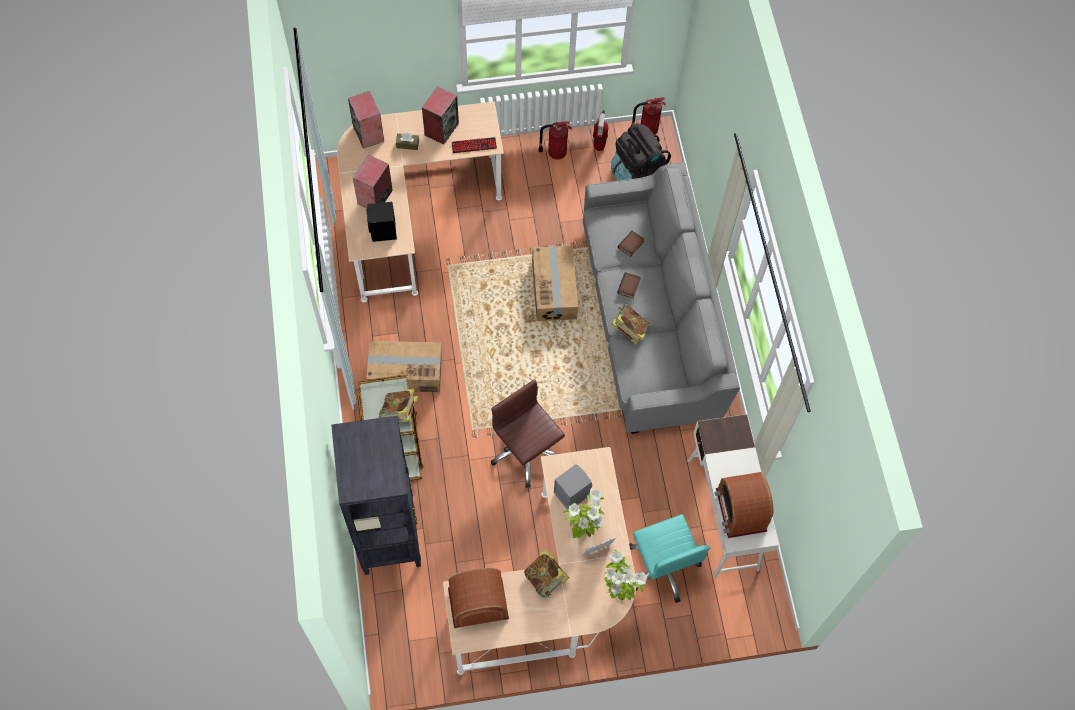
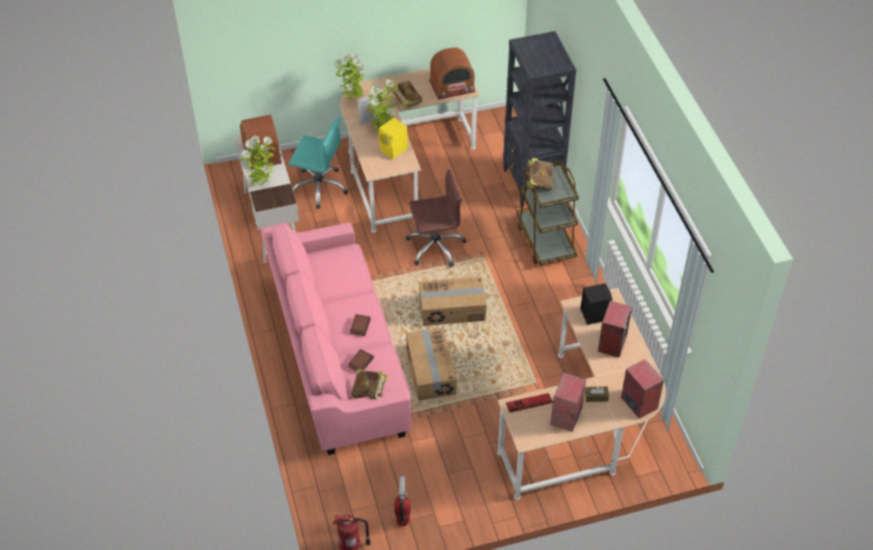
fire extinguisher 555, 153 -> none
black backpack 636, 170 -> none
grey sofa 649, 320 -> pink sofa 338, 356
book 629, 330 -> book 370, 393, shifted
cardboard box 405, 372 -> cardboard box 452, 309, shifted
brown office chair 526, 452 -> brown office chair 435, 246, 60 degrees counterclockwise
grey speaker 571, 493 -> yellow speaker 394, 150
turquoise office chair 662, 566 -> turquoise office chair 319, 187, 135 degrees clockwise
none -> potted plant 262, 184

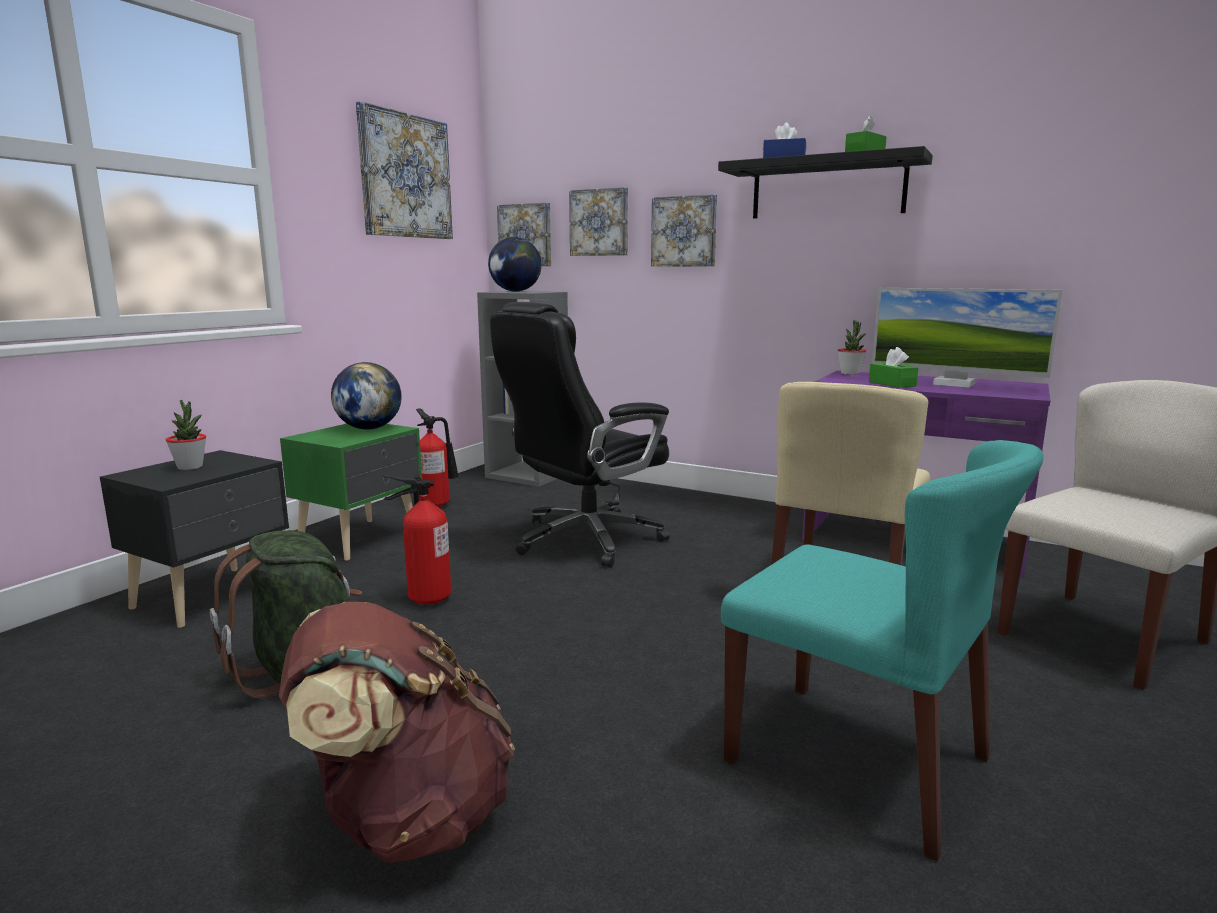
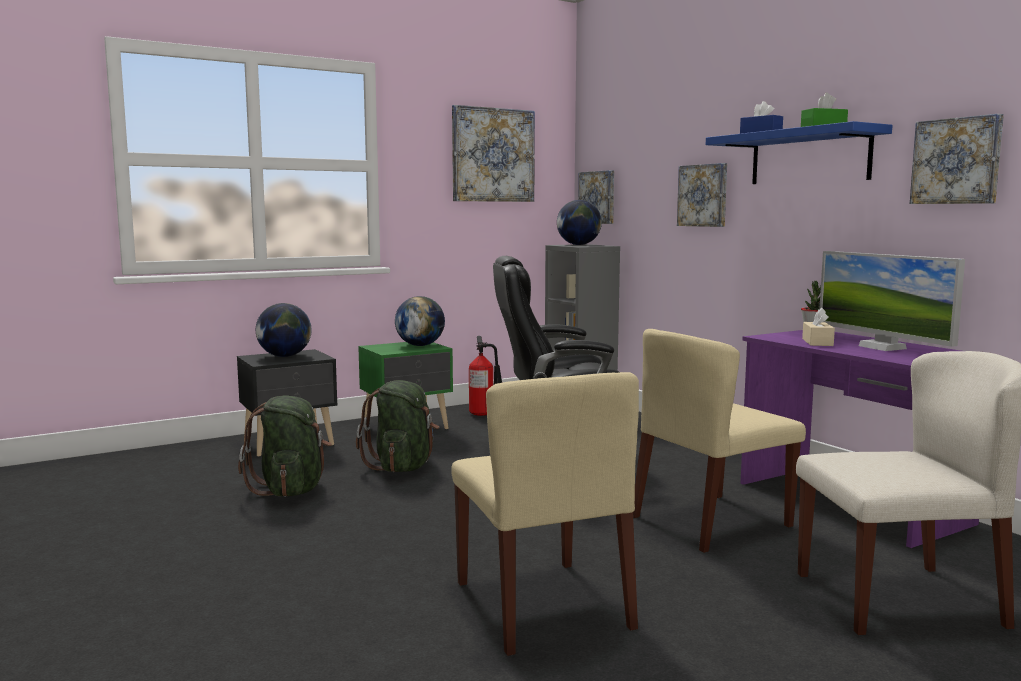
black shelf 827, 189 -> blue shelf 809, 157
picture 600, 222 -> picture 957, 161, shifted
green tissue box 892, 384 -> beige tissue box 817, 342
potted plant 190, 467 -> globe 284, 356
turquoise chair 859, 760 -> beige chair 543, 605
fire extinguisher 426, 598 -> green backpack 402, 467
brown backpack 406, 817 -> none

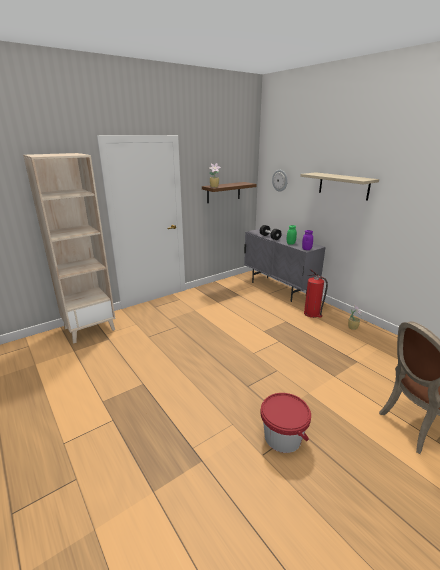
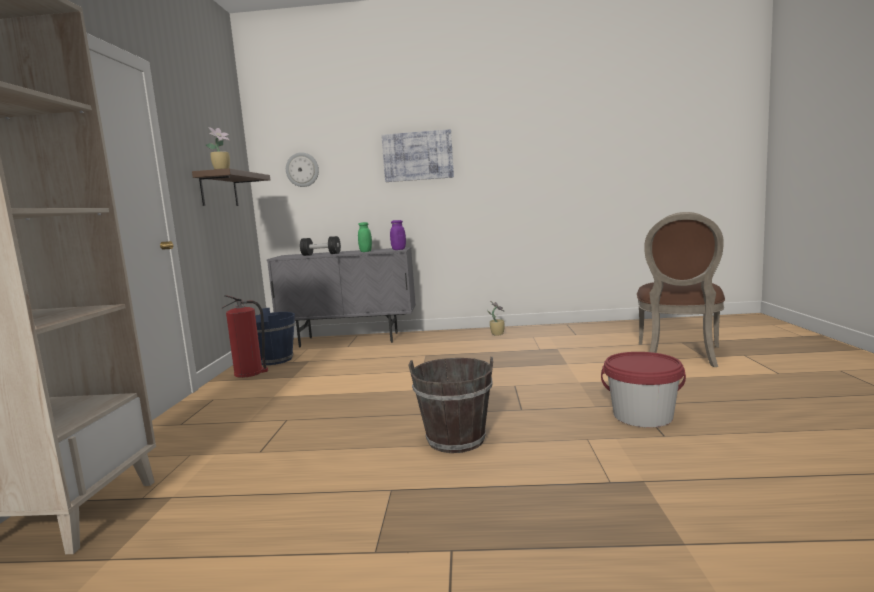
shelf 343, 186 -> picture 418, 156
fire extinguisher 312, 314 -> fire extinguisher 249, 373, shifted
none -> blue bucket 275, 360
none -> brown bucket 456, 440

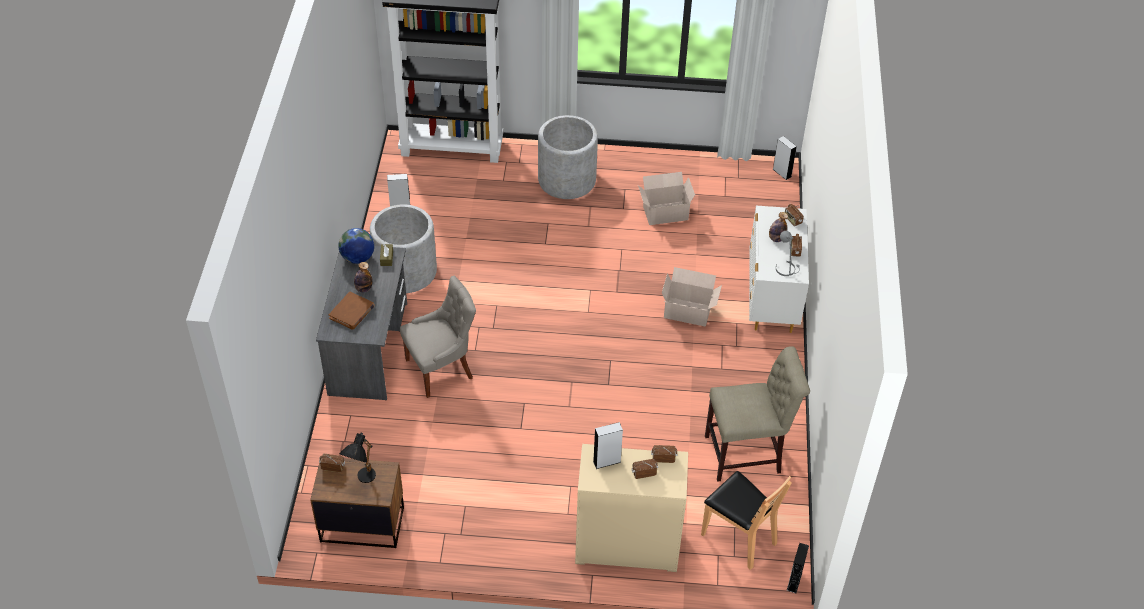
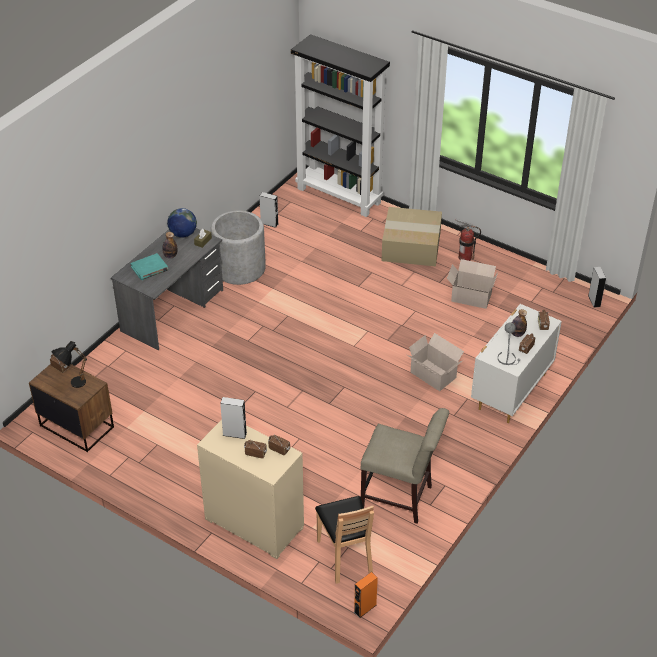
grey planter 566, 180 -> cardboard box 410, 247
grey chair 441, 369 -> none
brown book 352, 312 -> turquoise book 149, 268
black speaker 794, 581 -> orange speaker 365, 608
none -> fire extinguisher 465, 257

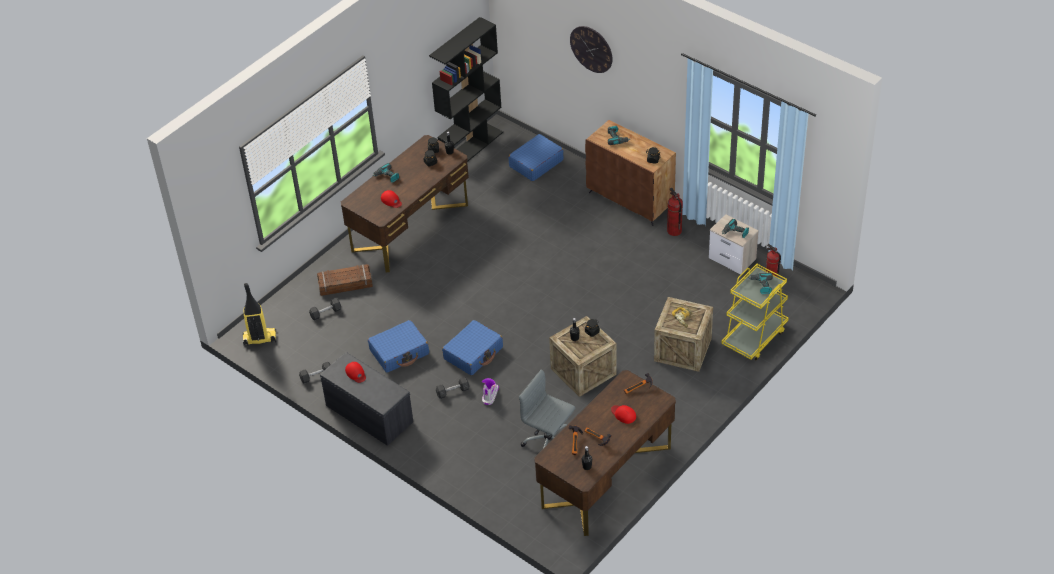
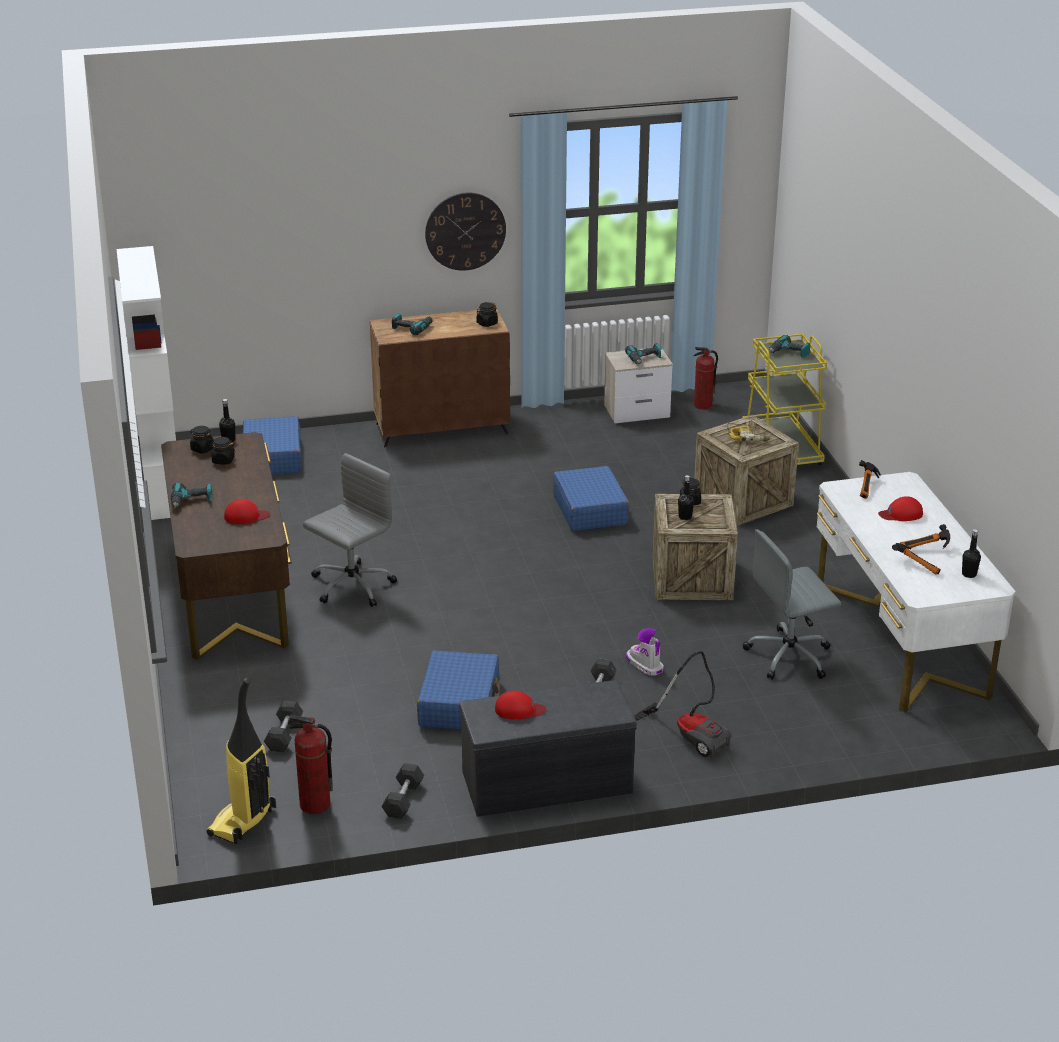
black bookcase 471, 147 -> white bookcase 162, 486
wall clock 591, 49 -> wall clock 465, 231, shifted
fire extinguisher 674, 231 -> fire extinguisher 315, 804, shifted
crate 345, 284 -> none
blue suitcase 473, 353 -> blue suitcase 590, 510, shifted
brown desk 606, 476 -> white desk 900, 639
none -> grey office chair 351, 586
none -> vacuum cleaner 691, 734

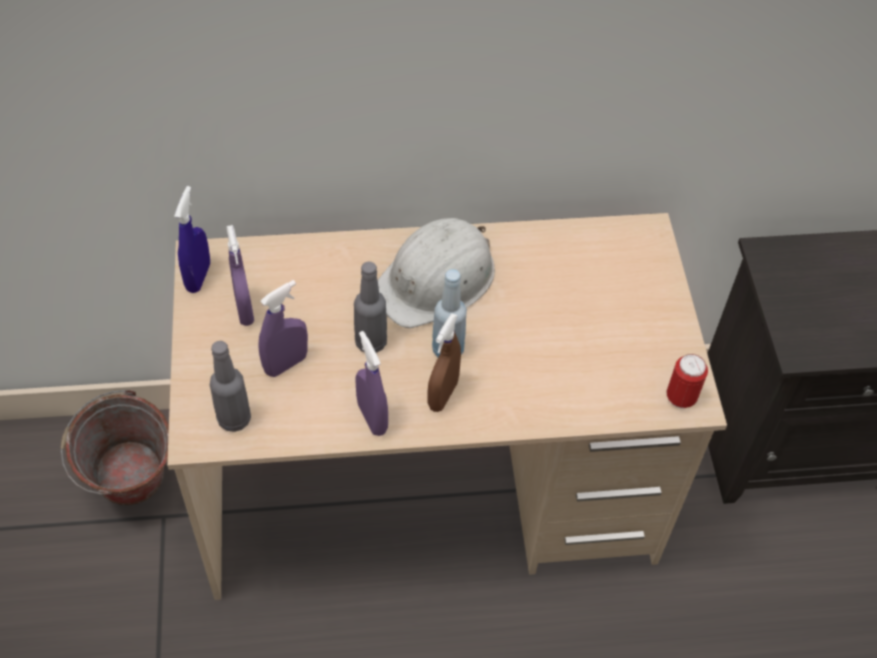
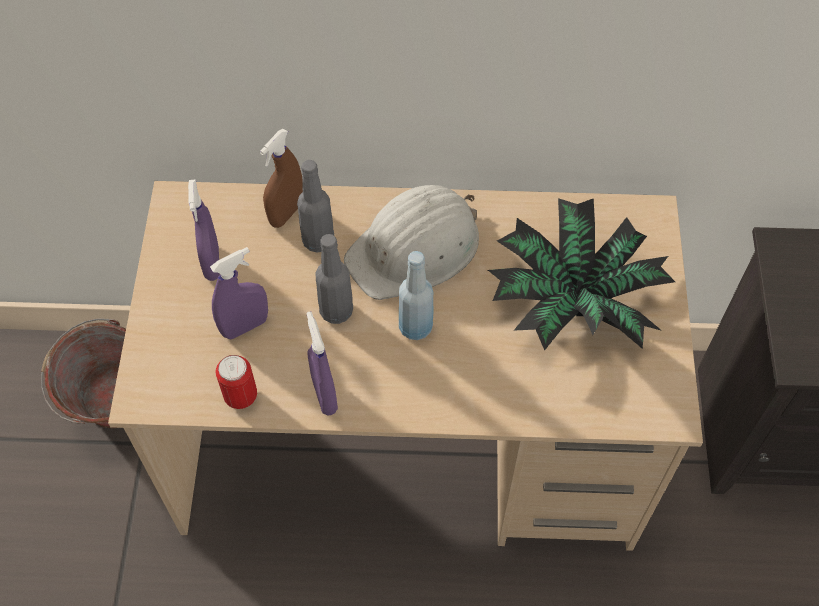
blue spray bottle 198, 277 -> none
brown spray bottle 443, 395 -> brown spray bottle 286, 213, shifted
grey bottle 234, 419 -> grey bottle 318, 241, shifted
can 680, 398 -> can 241, 396, shifted
none -> potted plant 573, 301

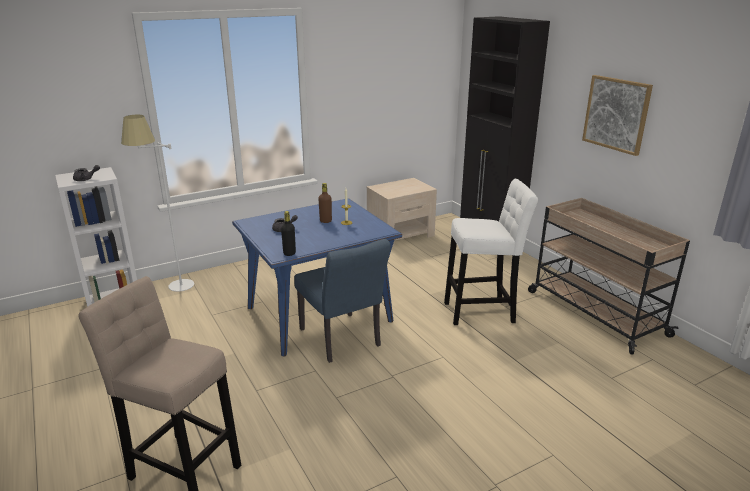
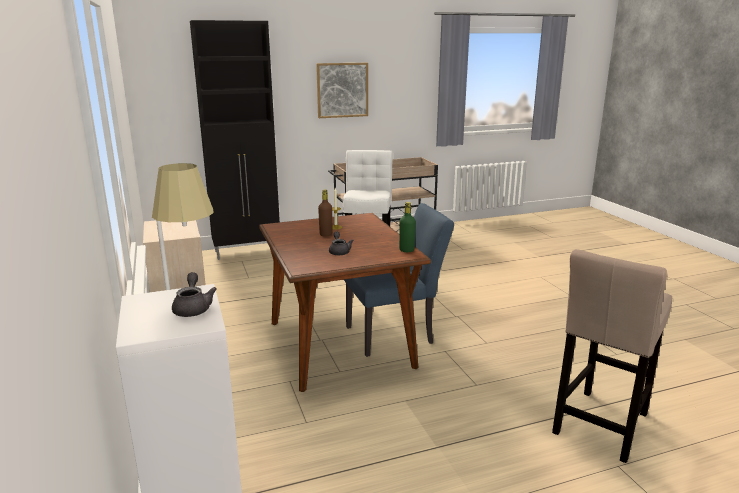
blue dining table 319, 314 -> brown dining table 339, 344
black bottle 289, 253 -> green bottle 406, 250

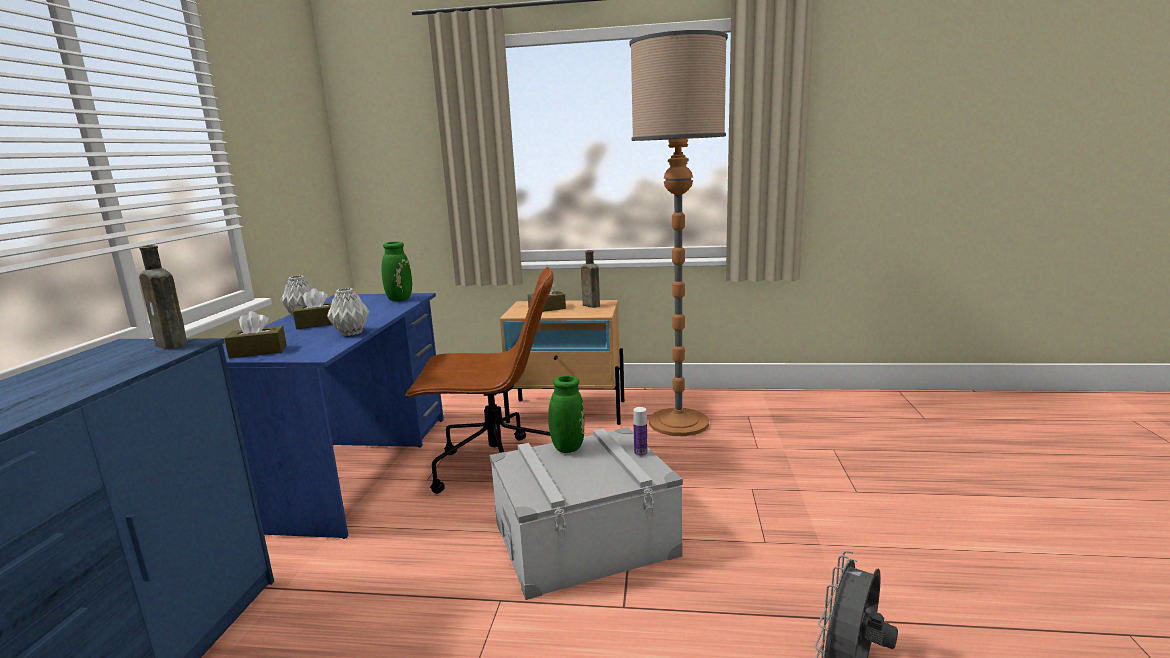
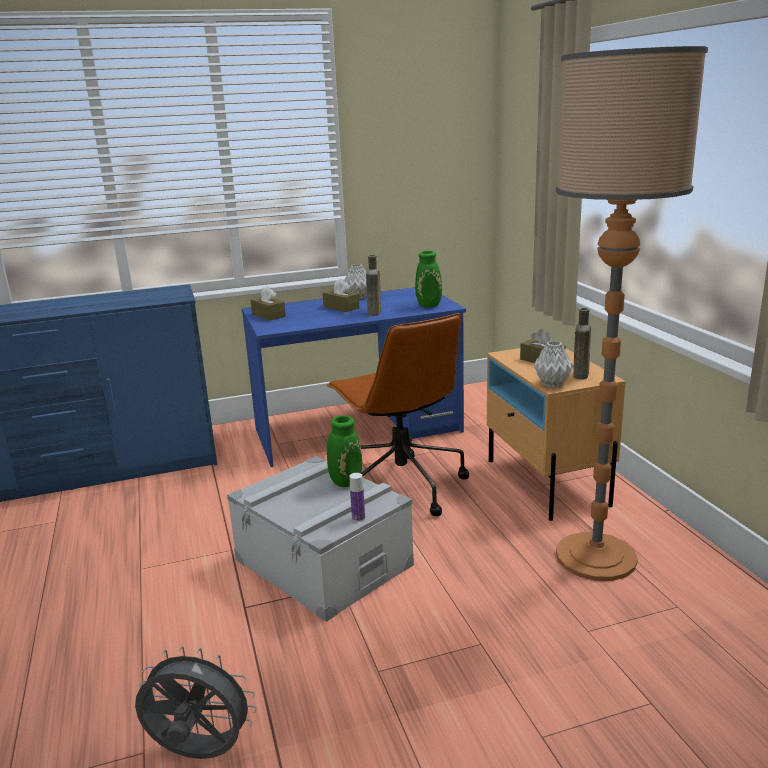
brown bottle 173, 345 -> brown bottle 374, 313, shifted
grey vase 351, 333 -> grey vase 552, 383, shifted

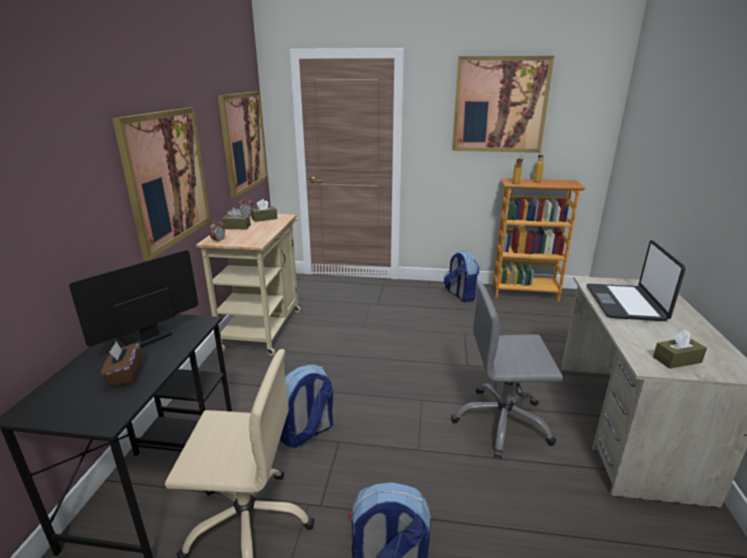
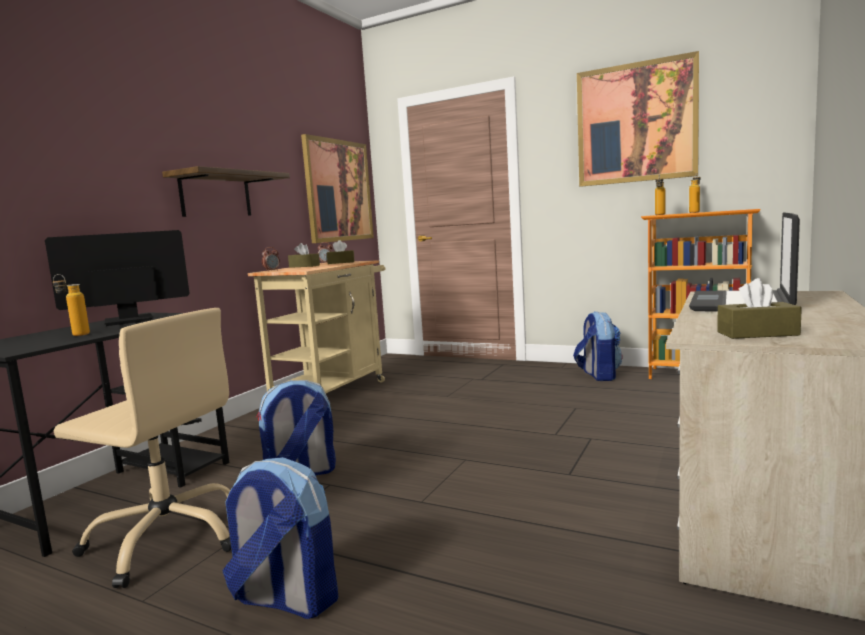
picture 167, 178 -> shelf 216, 195
grey office chair 502, 422 -> none
brown tissue box 125, 375 -> bottle 75, 335

